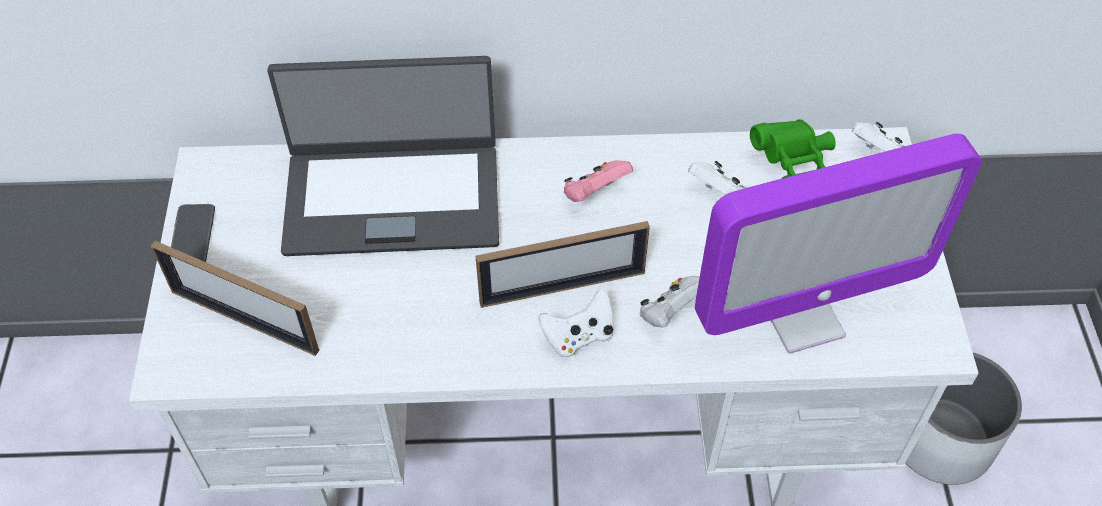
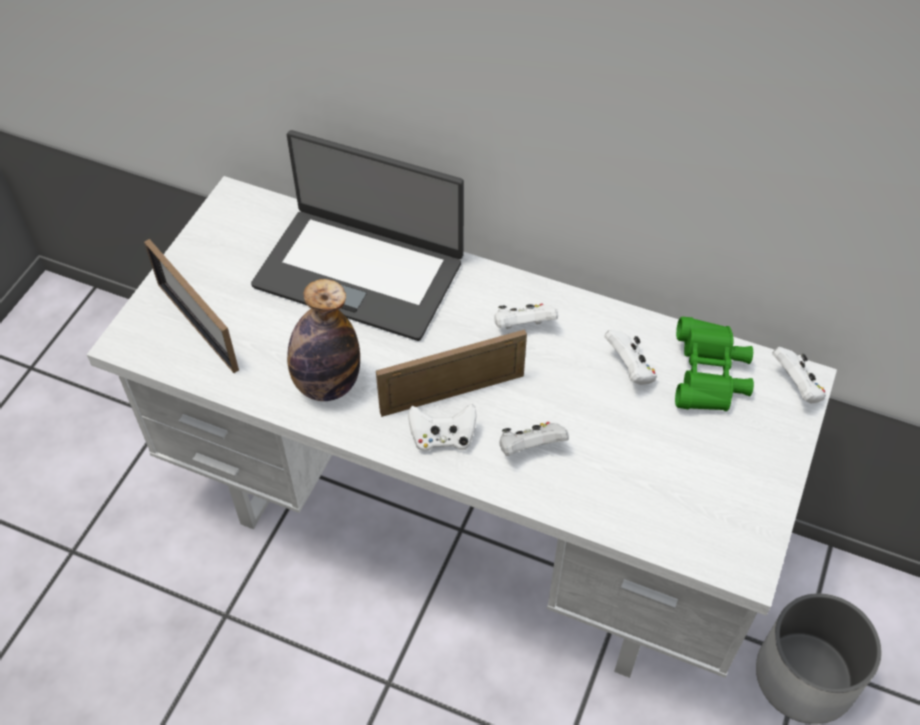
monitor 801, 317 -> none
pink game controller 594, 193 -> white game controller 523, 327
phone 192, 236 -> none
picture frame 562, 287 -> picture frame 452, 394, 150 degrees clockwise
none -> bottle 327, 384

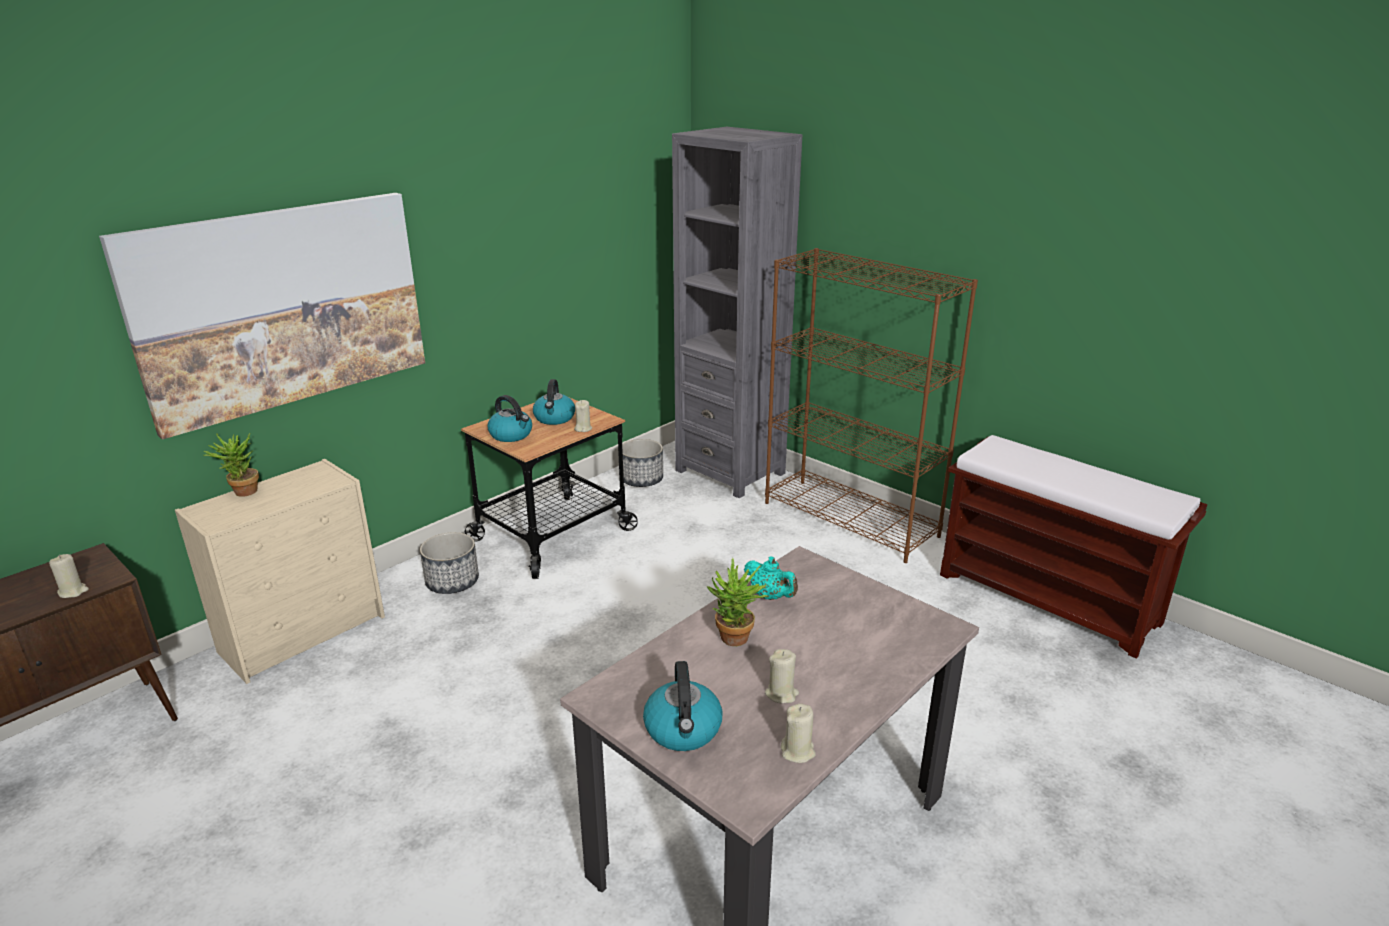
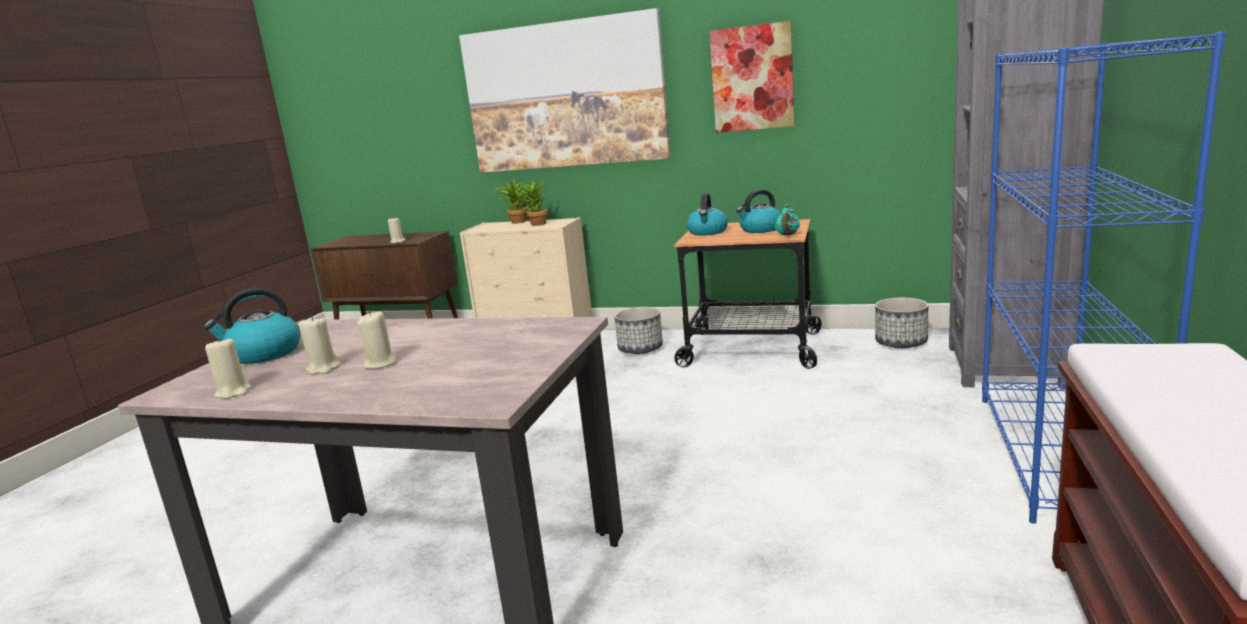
brown bookcase 851, 519 -> blue bookcase 1058, 455
beige candle 583, 428 -> beige candle 381, 364, shifted
turquoise teapot 770, 596 -> turquoise teapot 787, 235, shifted
potted plant 735, 641 -> potted plant 535, 225, shifted
none -> picture 752, 78

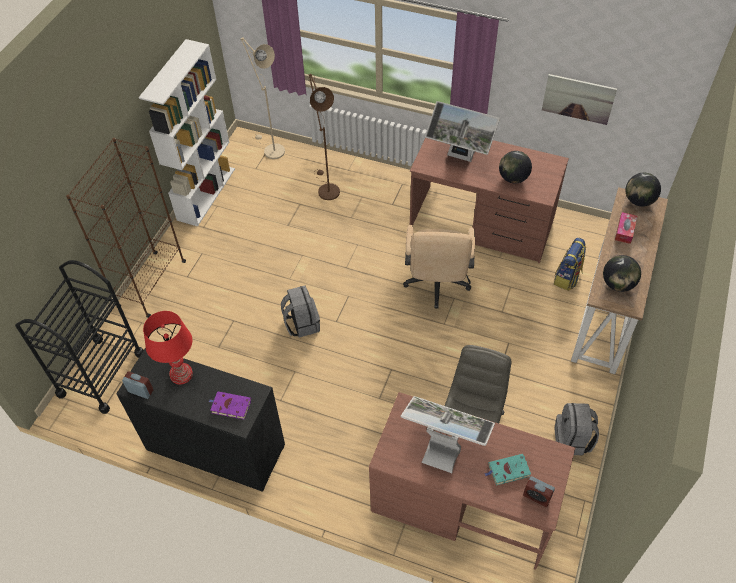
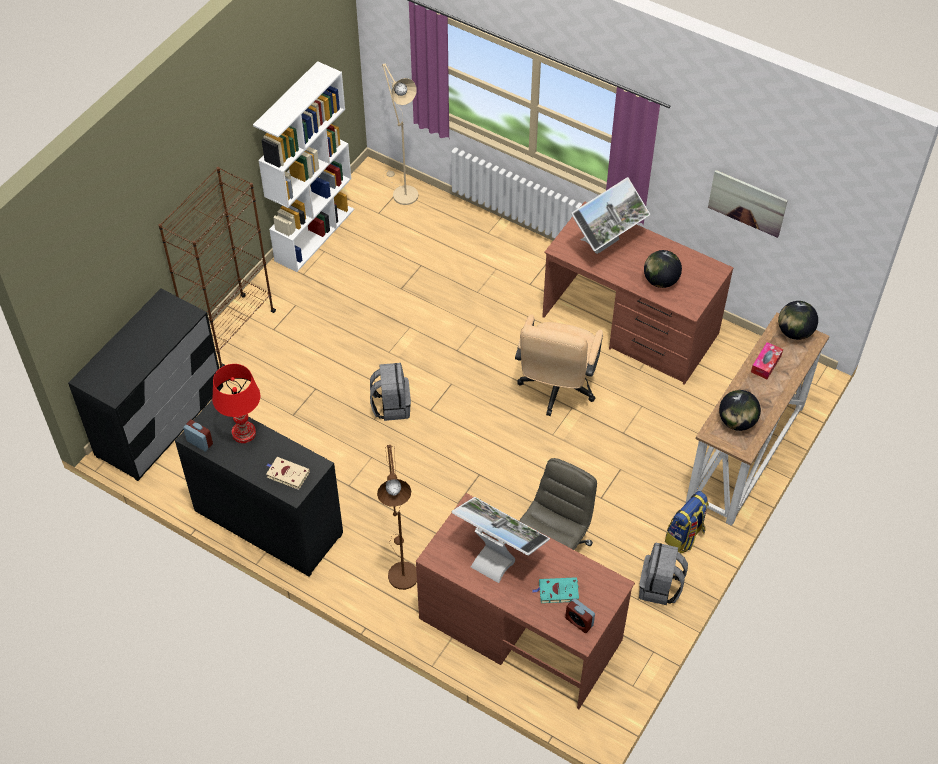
brown floor lamp 326, 189 -> brown floor lamp 401, 570, shifted
monitor 459, 157 -> monitor 606, 245, 75 degrees counterclockwise
backpack 567, 278 -> backpack 685, 536, shifted
black cart 101, 374 -> black dresser 160, 422
purple book 230, 406 -> beige book 287, 474

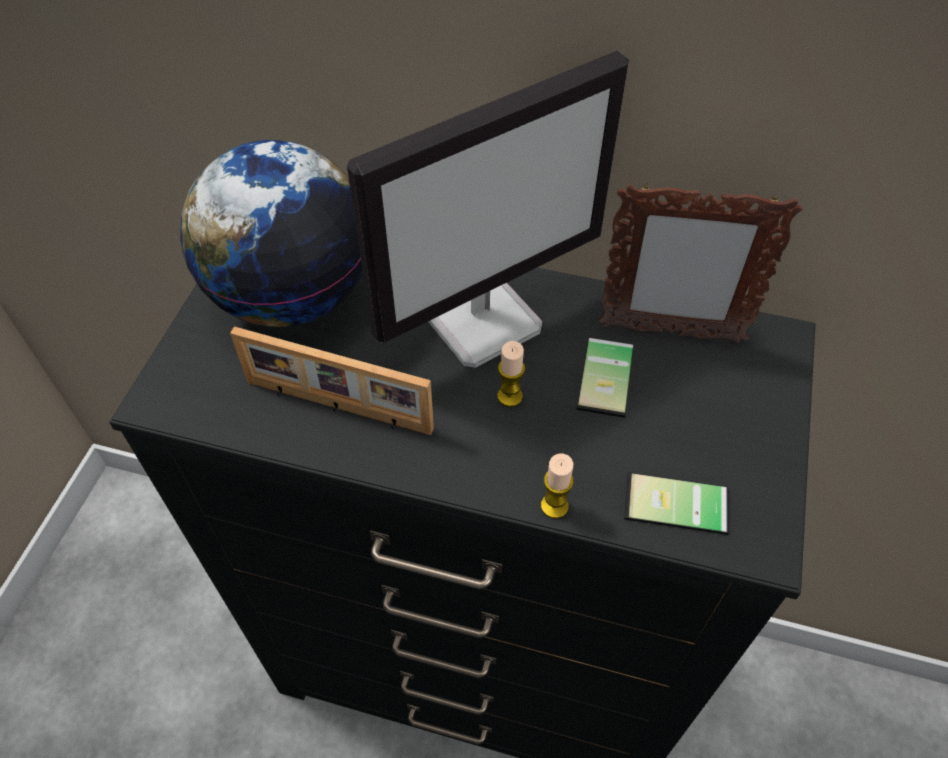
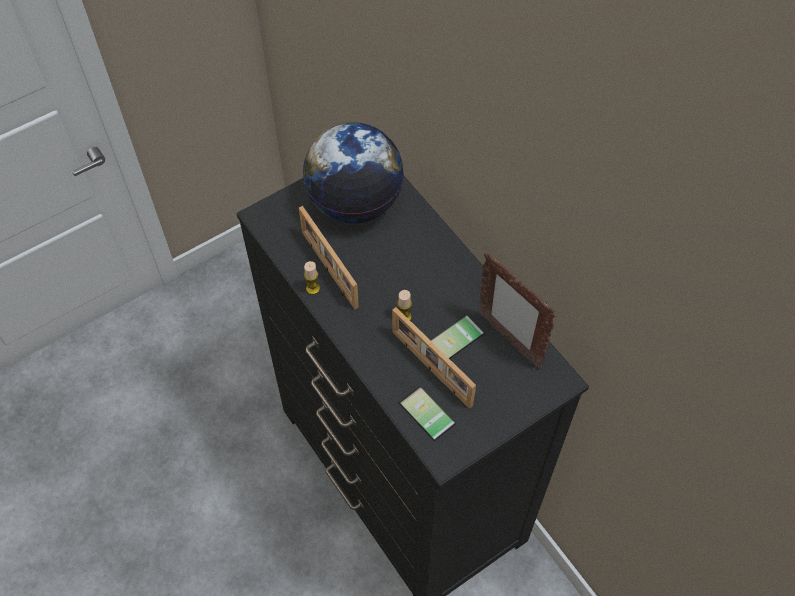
monitor 483, 319 -> none
candle 554, 506 -> candle 313, 288, shifted
none -> picture frame 430, 369

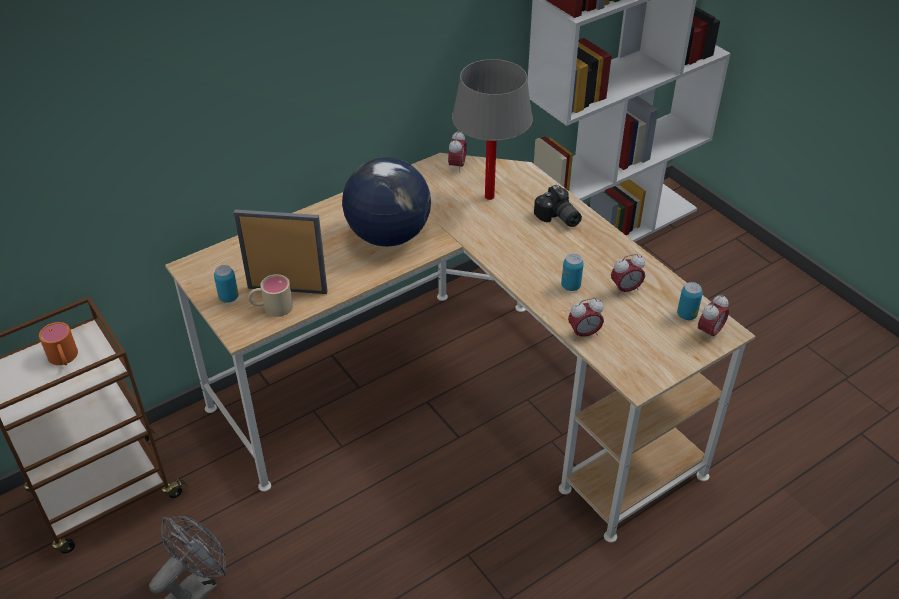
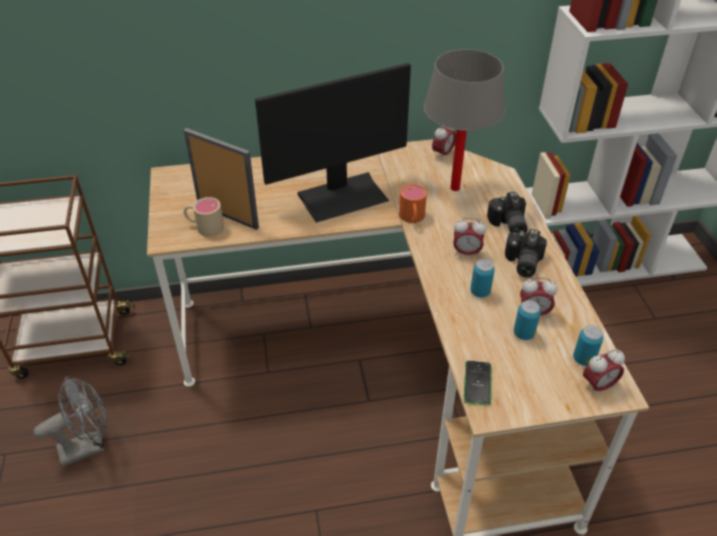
globe 388, 235 -> monitor 342, 196
can 228, 297 -> can 523, 333, shifted
alarm clock 584, 334 -> alarm clock 466, 253, shifted
orange mug 64, 359 -> orange mug 412, 218, shifted
none -> photo camera 522, 263
none -> phone 477, 383

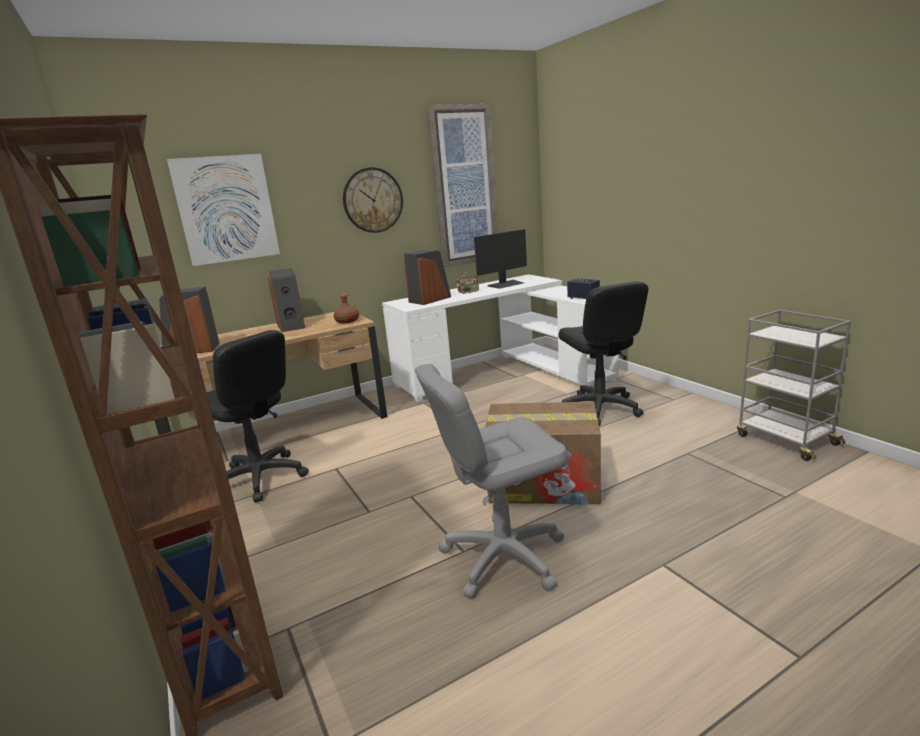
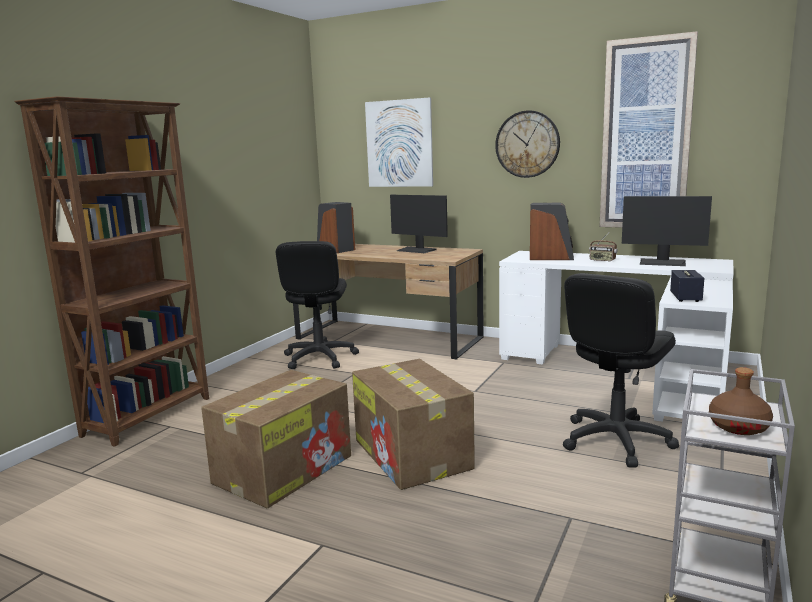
speaker 291, 325 -> monitor 416, 250
brown bottle 347, 321 -> brown bottle 738, 426, shifted
grey office chair 503, 556 -> cardboard box 284, 468

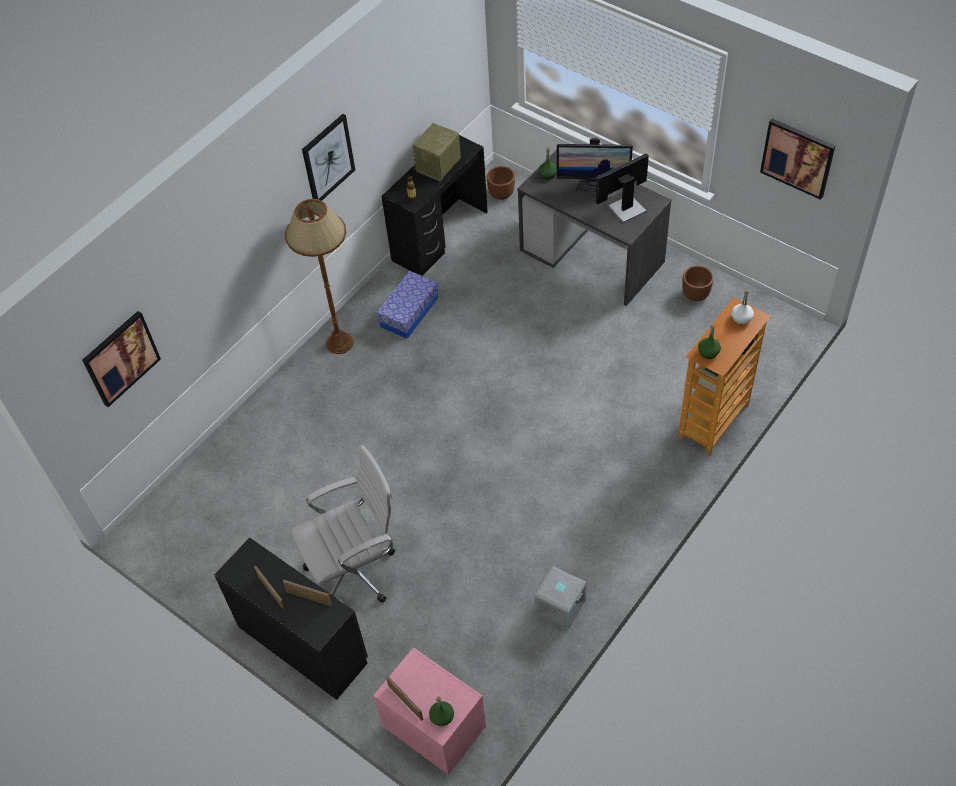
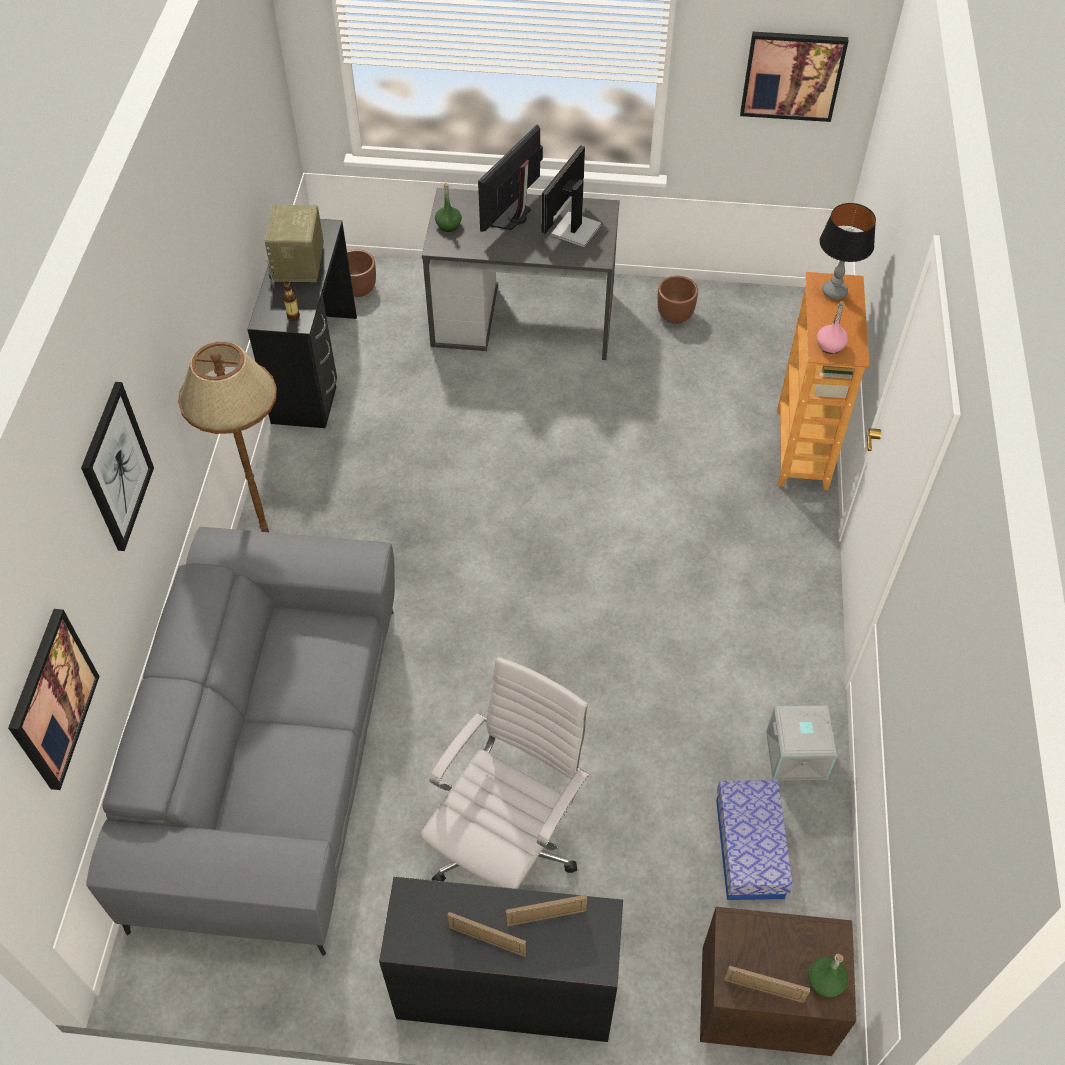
picture 328, 159 -> picture 116, 467, shifted
monitor 593, 184 -> monitor 513, 216, 150 degrees clockwise
storage box 409, 312 -> storage box 749, 848, shifted
white bottle 741, 318 -> table lamp 834, 292
green bottle 708, 352 -> pink bottle 830, 345
pink nightstand 434, 727 -> brown nightstand 761, 1002
none -> grey sofa 272, 760

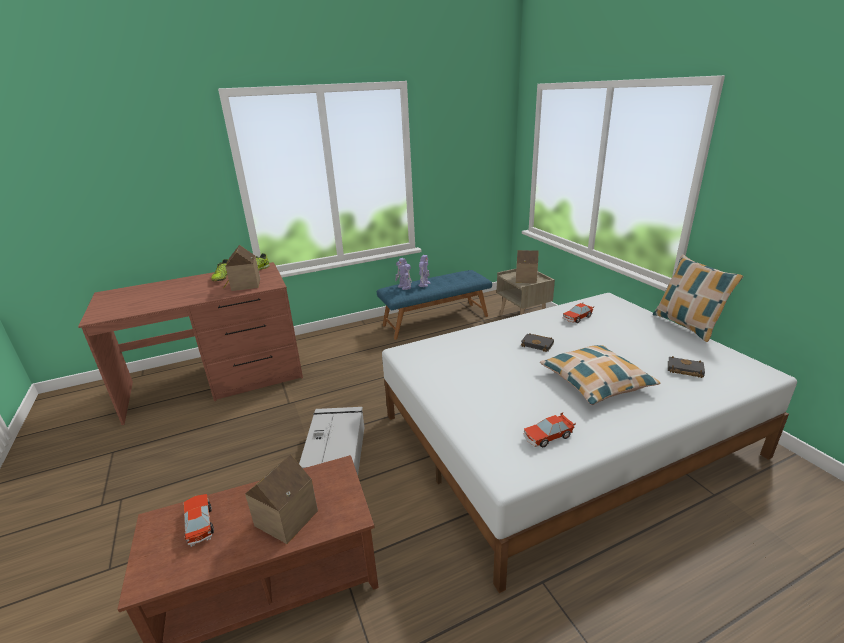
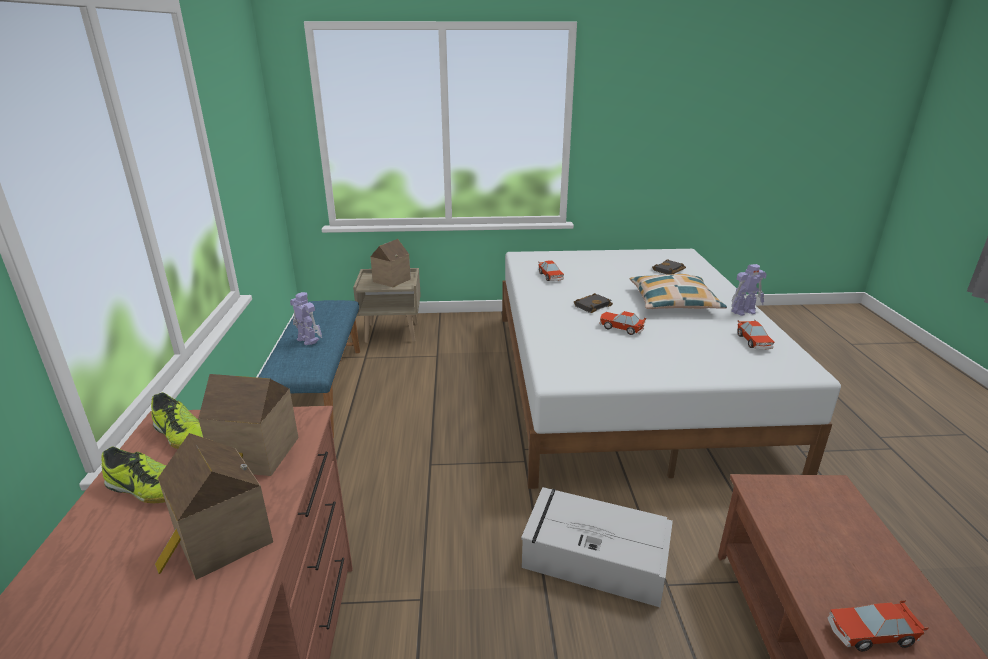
pillow 686, 326 -> none
toy robot 404, 287 -> toy robot 744, 311, shifted
toy house 284, 517 -> toy house 219, 541, shifted
none -> toy car 621, 328

